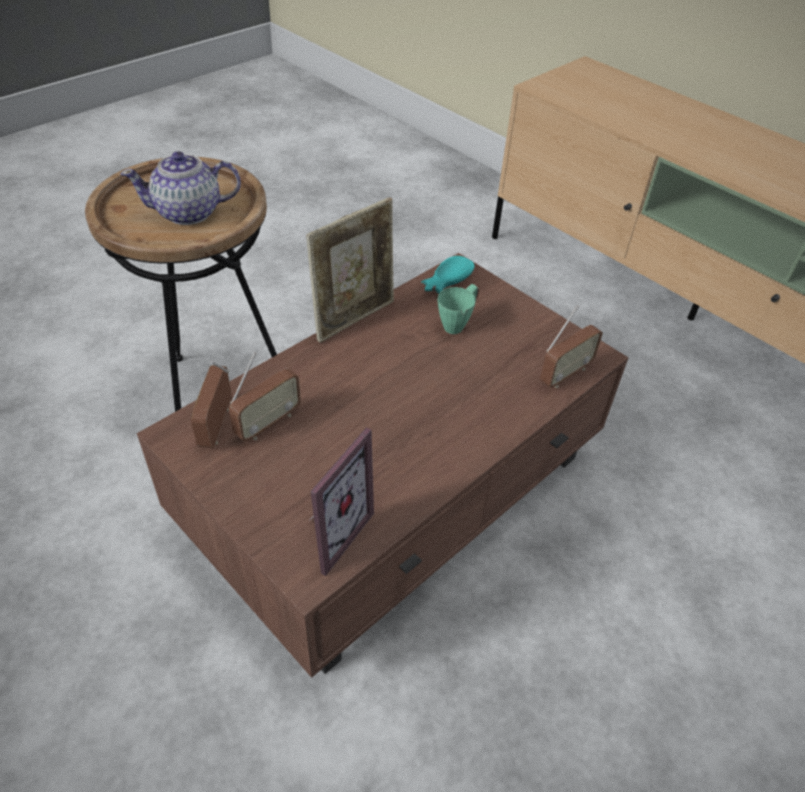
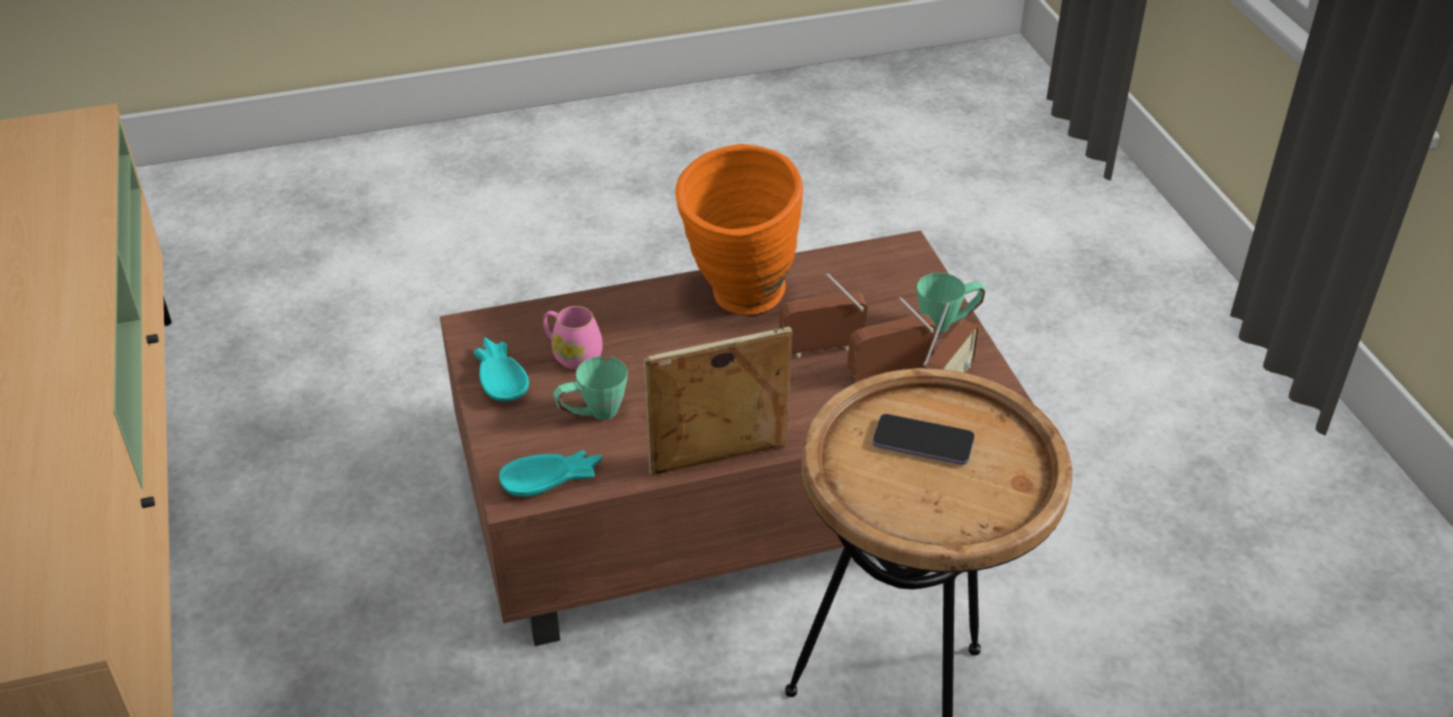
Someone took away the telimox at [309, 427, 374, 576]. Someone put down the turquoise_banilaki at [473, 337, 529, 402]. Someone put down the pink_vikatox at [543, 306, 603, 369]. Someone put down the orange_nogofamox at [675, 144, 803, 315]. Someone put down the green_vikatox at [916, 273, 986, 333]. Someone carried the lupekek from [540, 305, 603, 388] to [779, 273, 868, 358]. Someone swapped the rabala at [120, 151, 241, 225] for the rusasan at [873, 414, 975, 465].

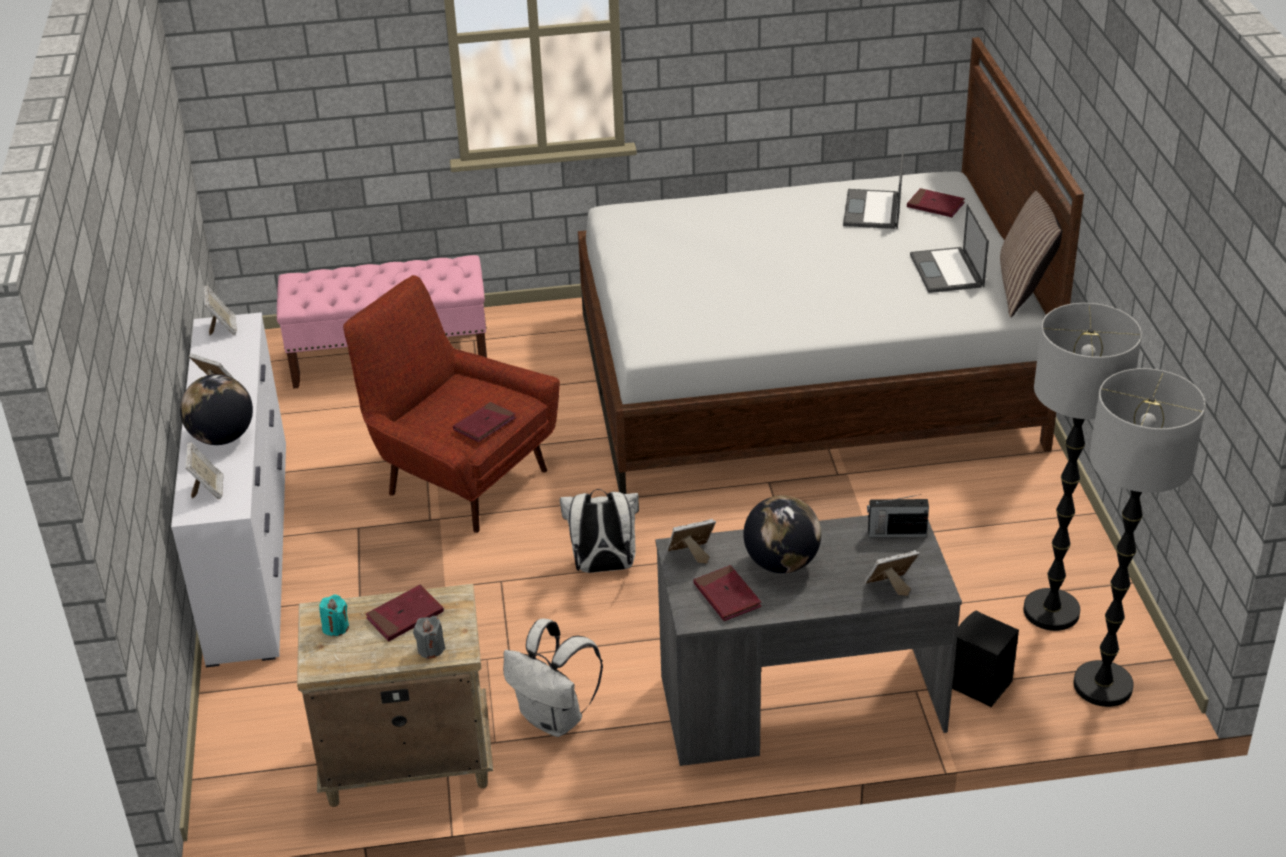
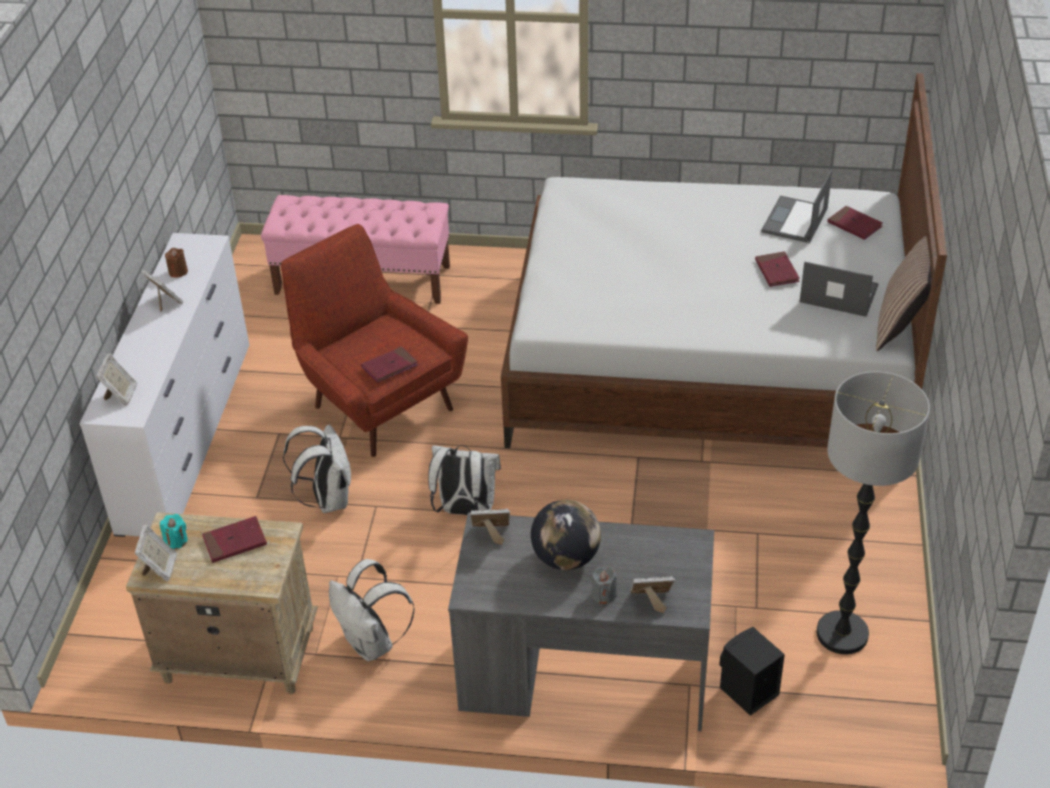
Someone took away the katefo at [180, 374, 253, 445]. Someone took away the lupekek at [867, 494, 929, 537]. Someone took away the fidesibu at [1074, 368, 1206, 707]. Someone put down the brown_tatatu at [165, 248, 188, 278]. Someone put down the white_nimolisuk at [283, 424, 351, 513]. Someone carried the telimox from [203, 285, 237, 336] to [135, 524, 177, 581]. Someone carried the grey_tatatu from [413, 616, 445, 659] to [591, 567, 617, 604]. Someone carried the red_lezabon from [693, 565, 762, 621] to [755, 251, 800, 287]. Someone rotated the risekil at [910, 204, 989, 293] by 105 degrees clockwise.

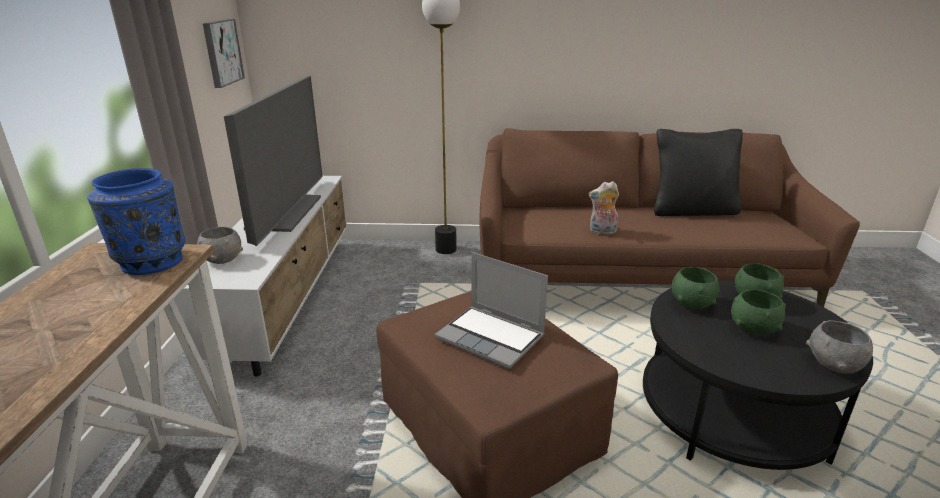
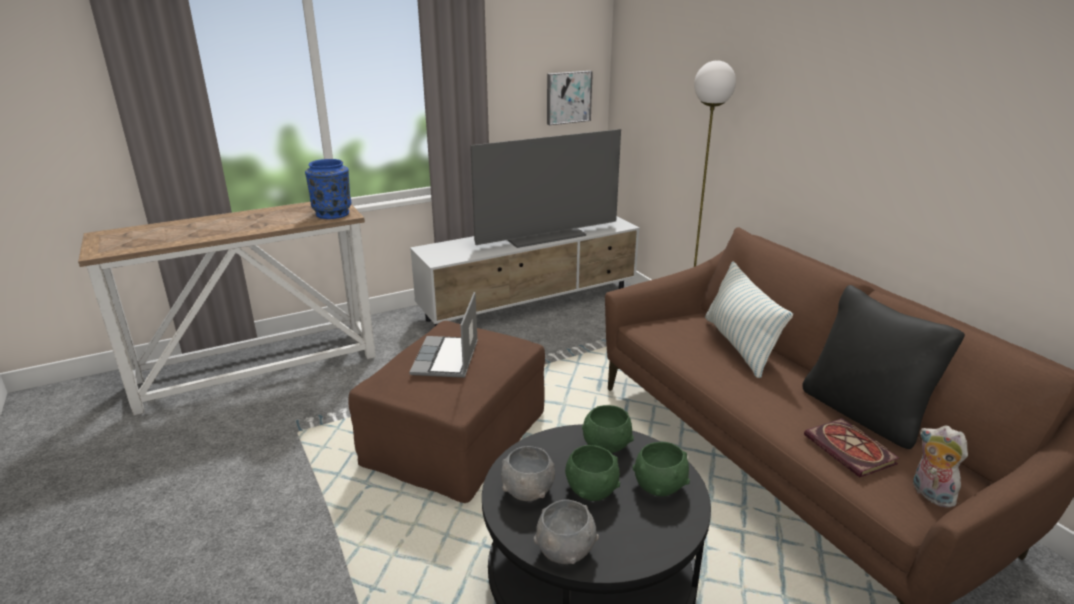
Someone put down the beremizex at [705, 261, 793, 378]. Someone put down the lezabon at [804, 418, 899, 477]. Someone carried the grey_banilaki from [197, 227, 243, 264] to [501, 446, 555, 501]. Someone carried the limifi from [589, 181, 619, 234] to [913, 426, 968, 508].

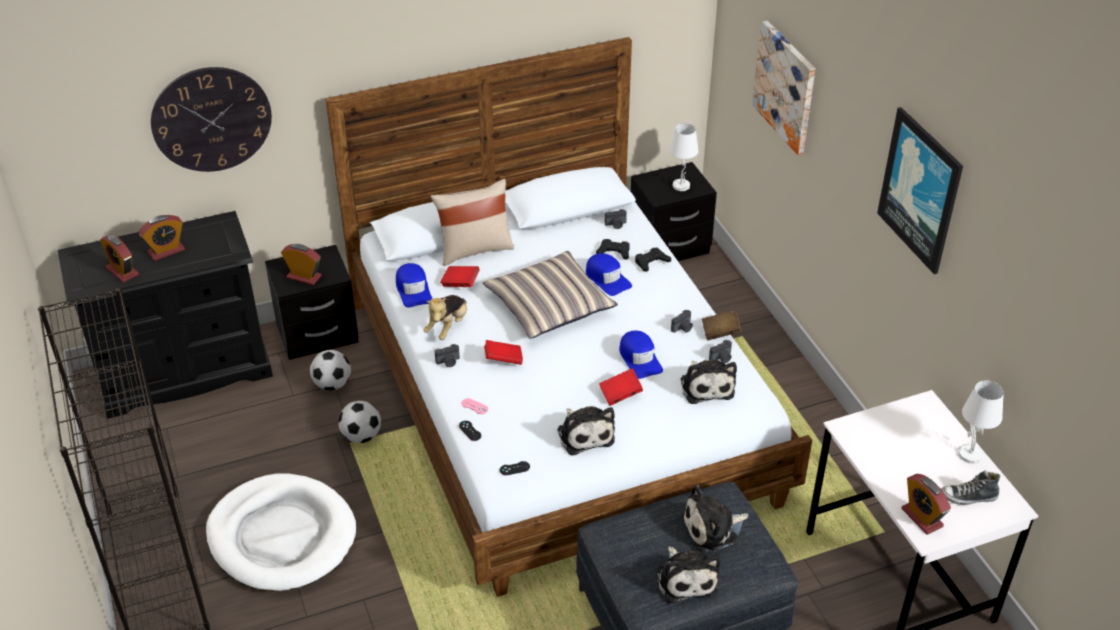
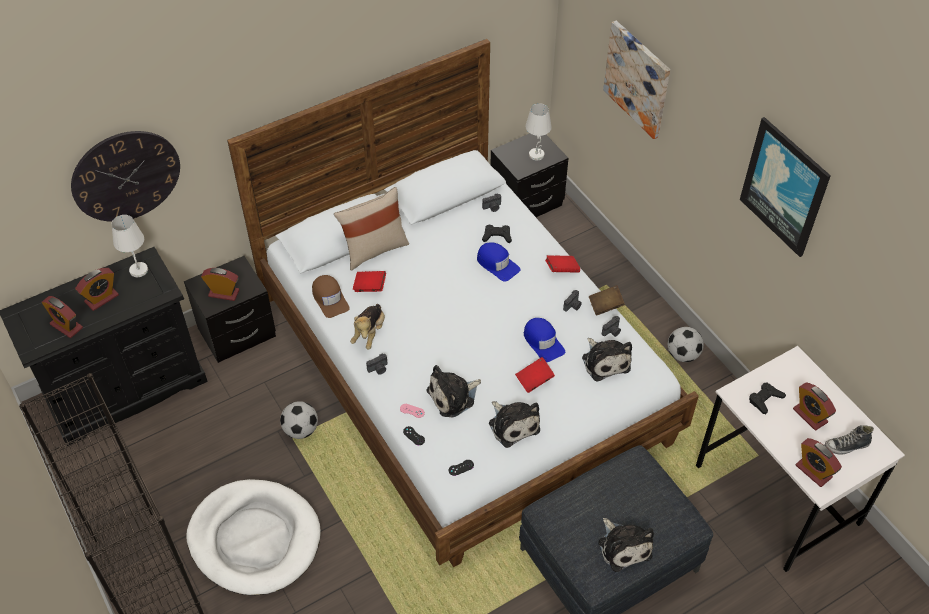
Someone took away the beremizex at [483, 251, 618, 339]. Someone put down the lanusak at [793, 382, 836, 430]. Someone carried the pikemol from [310, 350, 351, 391] to [668, 327, 704, 362]. Someone carried the red_lezabon from [484, 340, 523, 365] to [545, 255, 580, 273]. Someone carried the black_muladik from [635, 248, 671, 272] to [749, 383, 786, 414]. Someone carried the limifi from [681, 485, 749, 552] to [426, 365, 481, 417]. Someone carried the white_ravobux from [958, 380, 1004, 463] to [112, 215, 148, 277]. Someone repainted the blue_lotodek at [396, 263, 432, 308], which became the brown_lotodek at [312, 275, 350, 318].

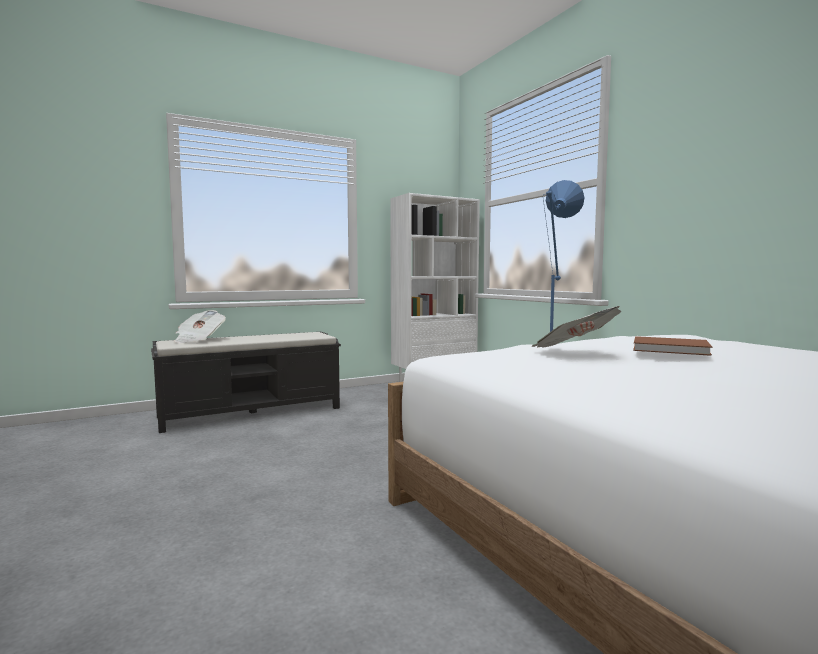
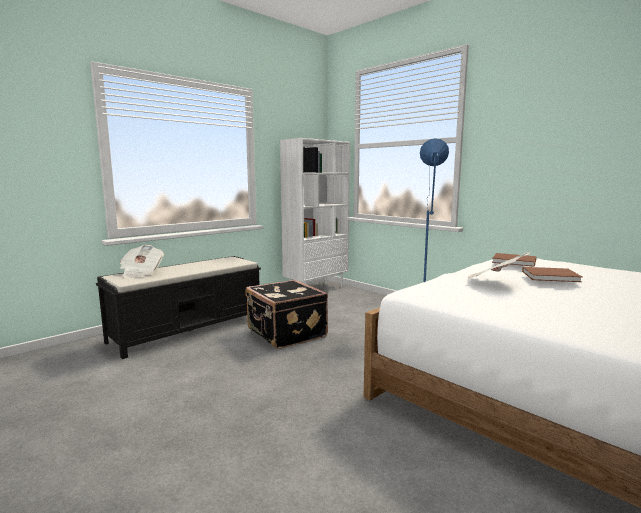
Someone put down the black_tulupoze at [246, 280, 328, 349]. Someone put down the brown_lezabon at [492, 253, 537, 267].

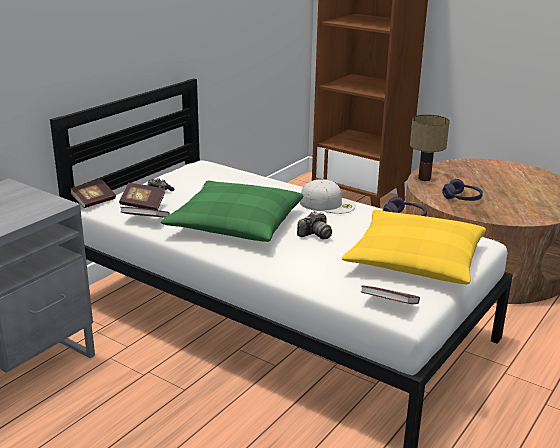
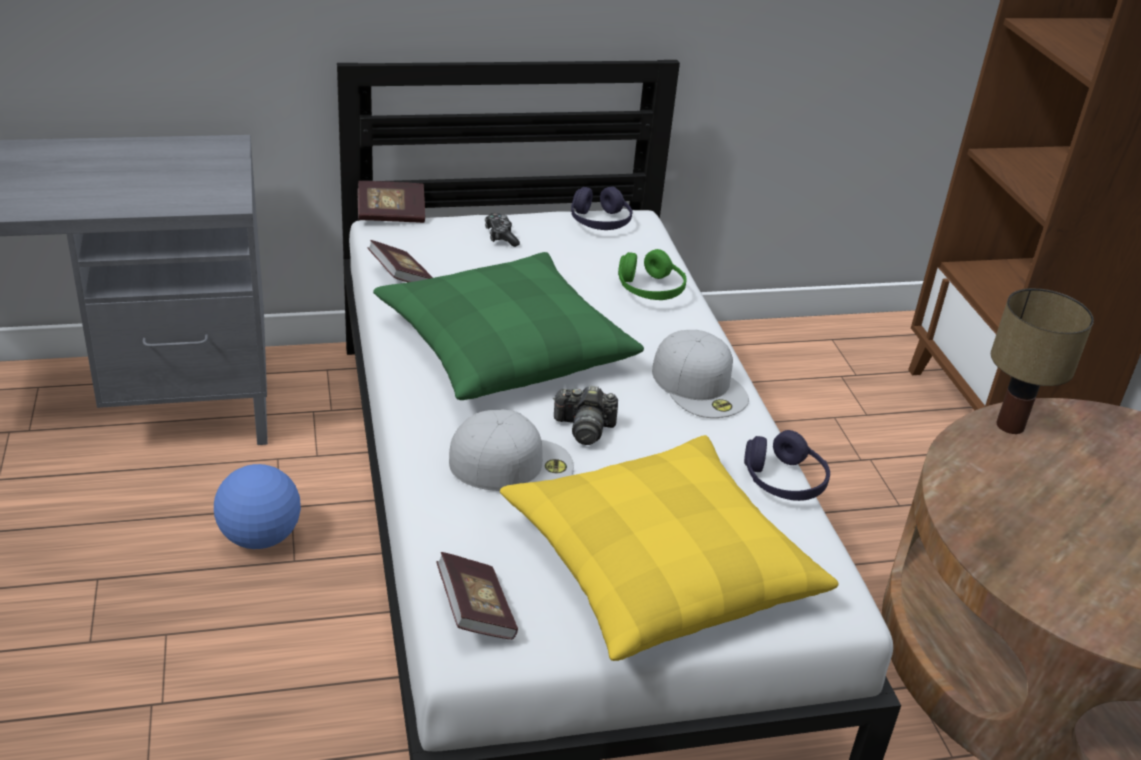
Someone took away the lezabon at [119, 183, 165, 210]. Someone put down the pikemol at [214, 464, 301, 549]. Someone put down the white_lotodek at [449, 409, 574, 491]. Someone put down the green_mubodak at [618, 249, 687, 300]. Someone carried the purple_mubodak from [442, 179, 483, 201] to [571, 186, 633, 230].

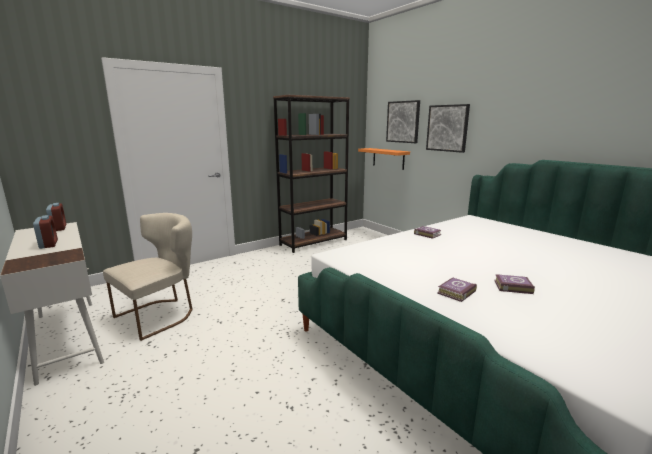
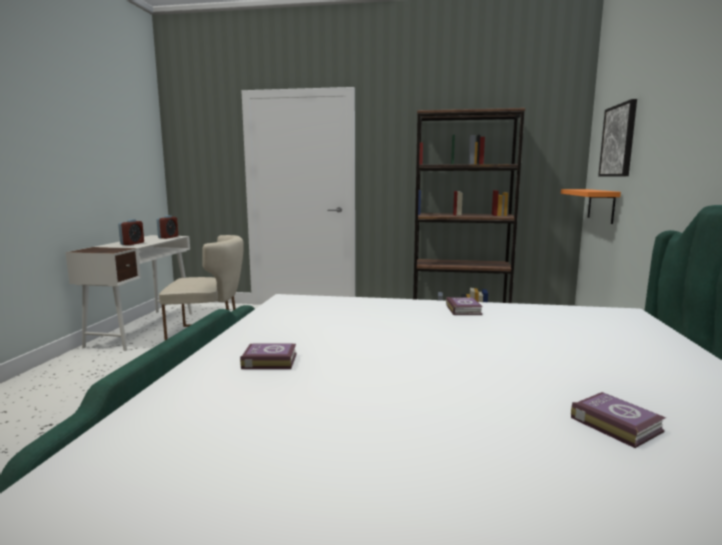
Someone took away the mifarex at [426, 104, 470, 153]. Someone carried the lezabon from [494, 274, 535, 294] to [571, 392, 666, 448].

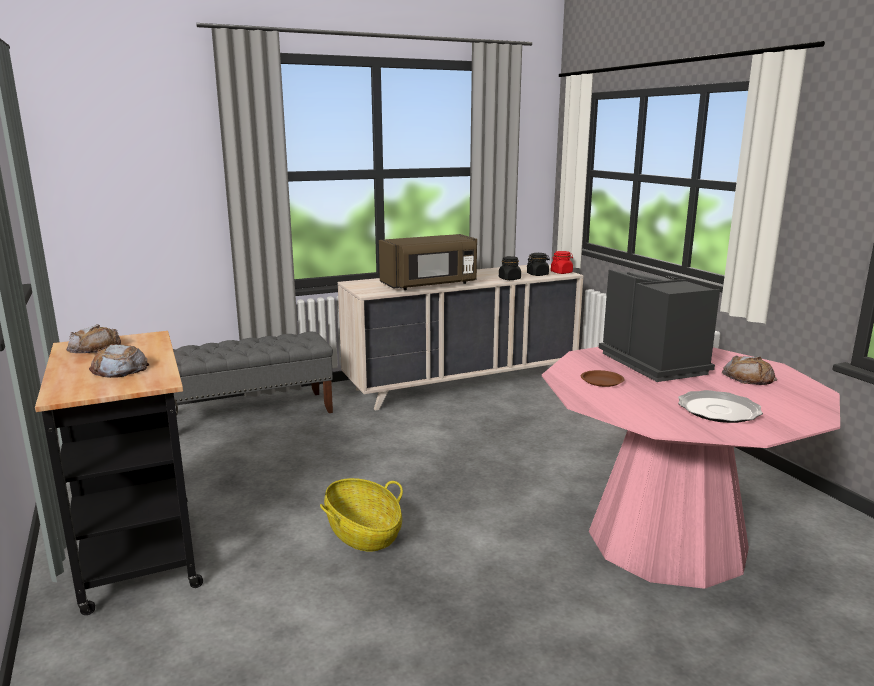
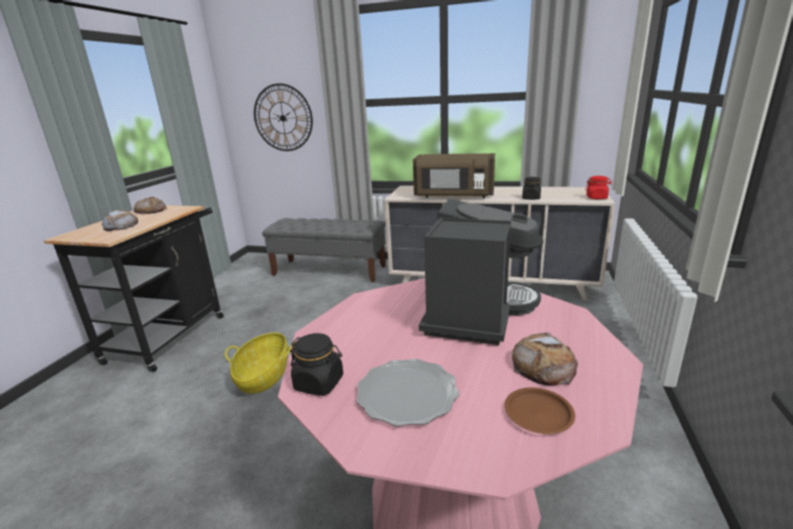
Someone put up the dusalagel at [254, 83, 313, 151]. Someone carried the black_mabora from [527, 253, 550, 276] to [290, 333, 343, 396]. Someone carried the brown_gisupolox from [581, 370, 625, 387] to [504, 388, 575, 434].

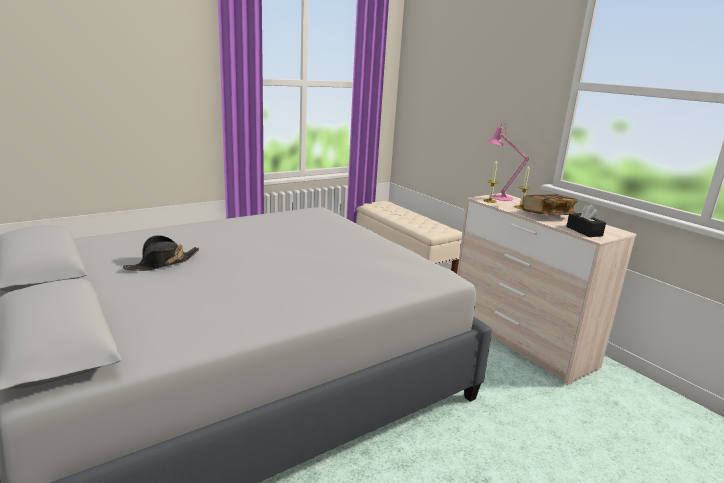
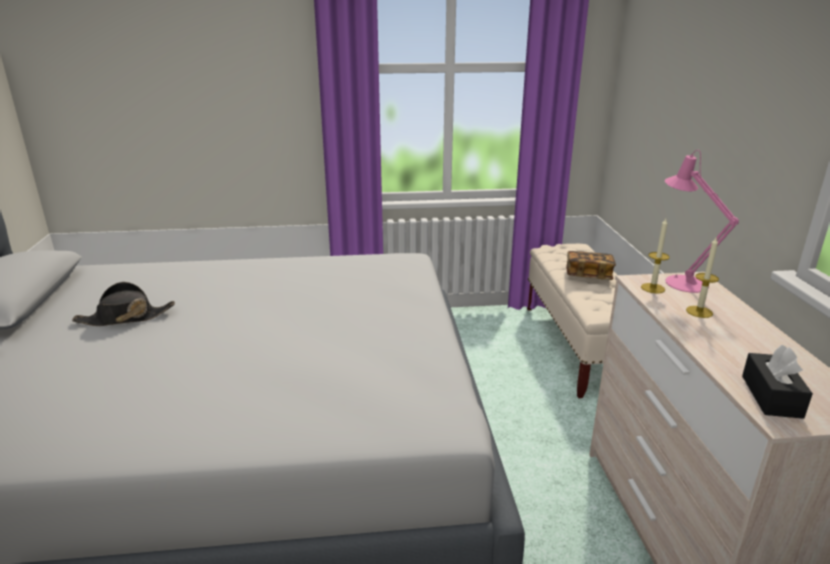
Someone carried the lezabon from [522, 194, 578, 215] to [566, 251, 616, 280].

